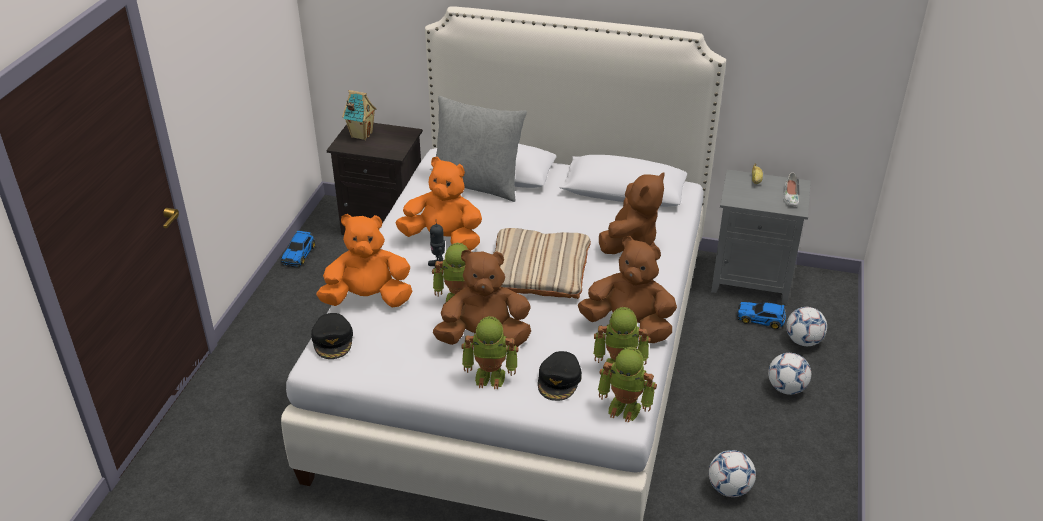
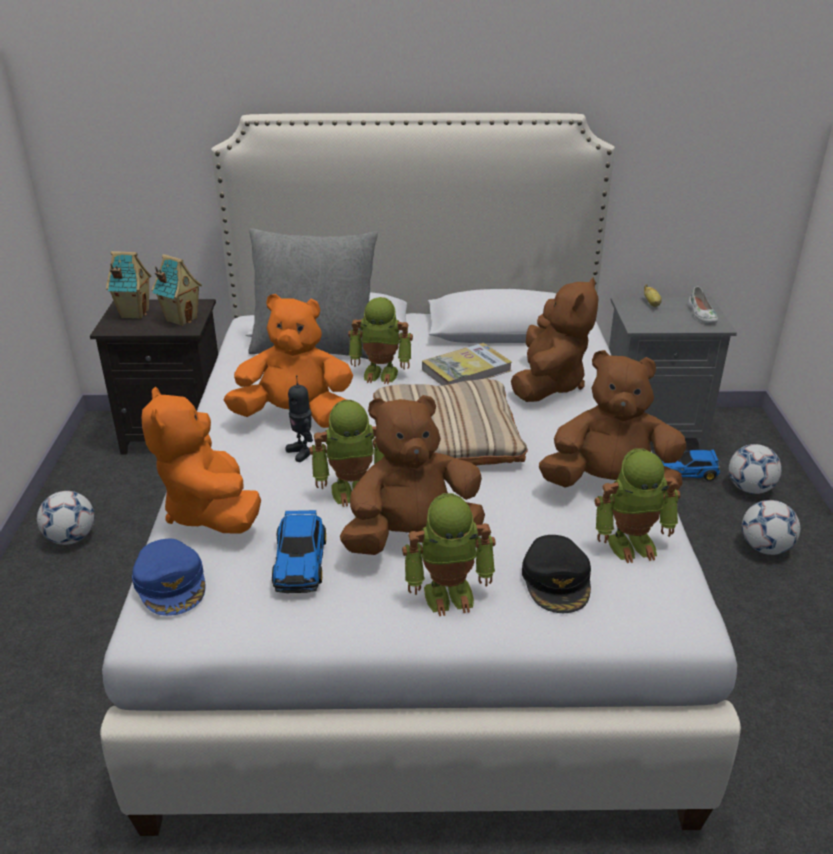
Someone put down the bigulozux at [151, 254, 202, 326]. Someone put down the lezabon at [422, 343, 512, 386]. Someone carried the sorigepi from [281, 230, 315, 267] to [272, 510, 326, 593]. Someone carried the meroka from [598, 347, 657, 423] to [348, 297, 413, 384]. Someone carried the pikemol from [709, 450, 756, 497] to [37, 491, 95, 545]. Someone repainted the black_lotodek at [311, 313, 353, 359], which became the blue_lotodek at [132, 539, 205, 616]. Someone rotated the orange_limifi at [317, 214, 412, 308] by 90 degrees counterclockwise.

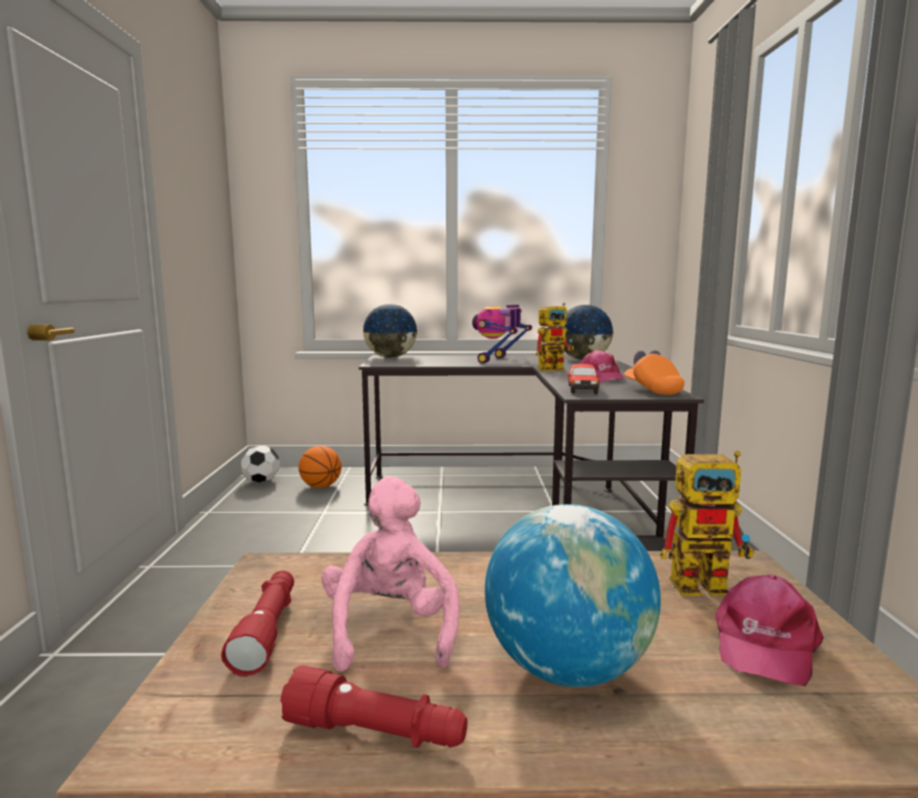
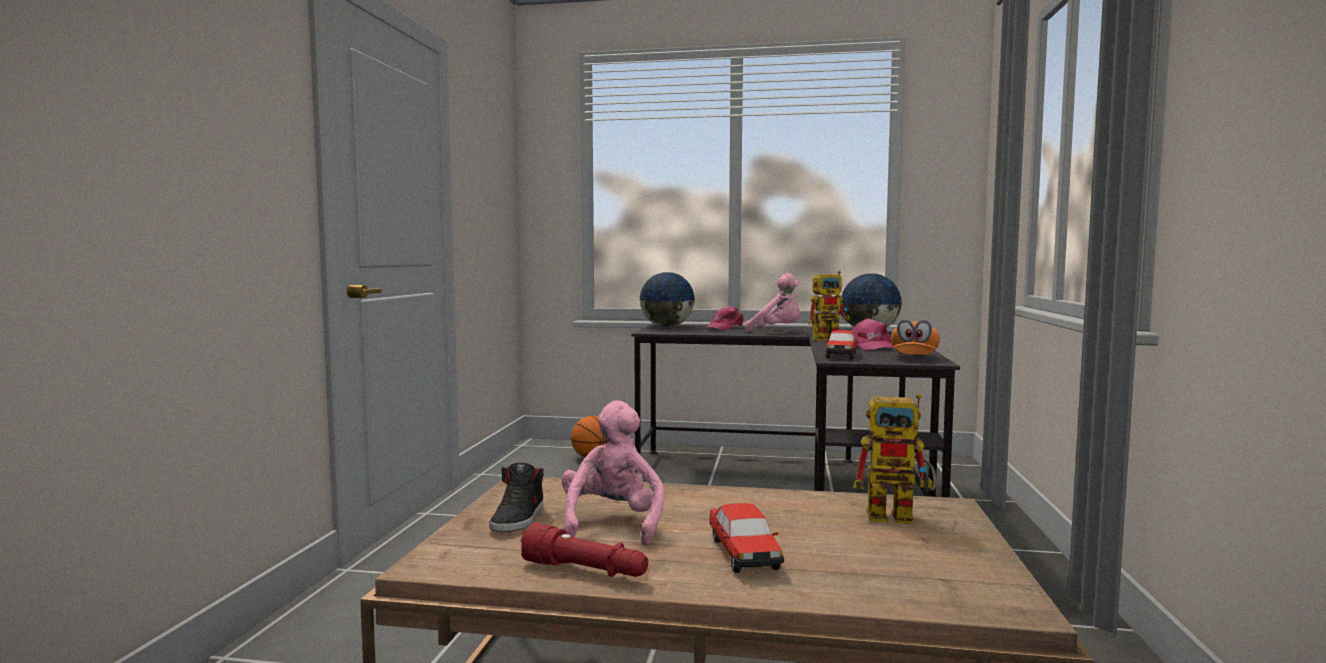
Someone took away the pikemol at [241, 445, 280, 483]. Someone carried the pink_lotodek from [715, 574, 824, 686] to [704, 306, 743, 330]. Someone swapped the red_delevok at [221, 571, 294, 677] for the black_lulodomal at [489, 462, 544, 532]. Someone swapped the meroka at [472, 305, 532, 364] for the pink_limifi at [745, 273, 800, 332]. Someone swapped the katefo at [485, 504, 661, 687] for the sorigepi at [709, 503, 784, 573]. Someone rotated the orange_lotodek at [624, 350, 685, 395] by 150 degrees counterclockwise.

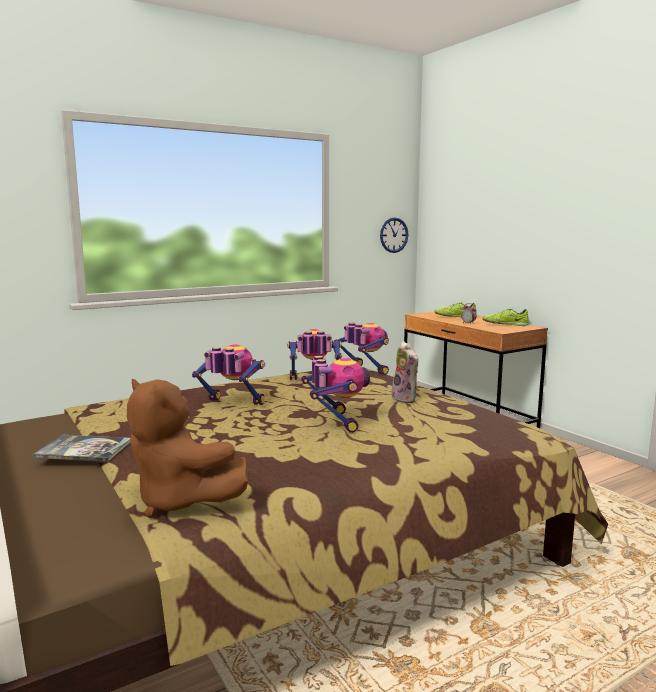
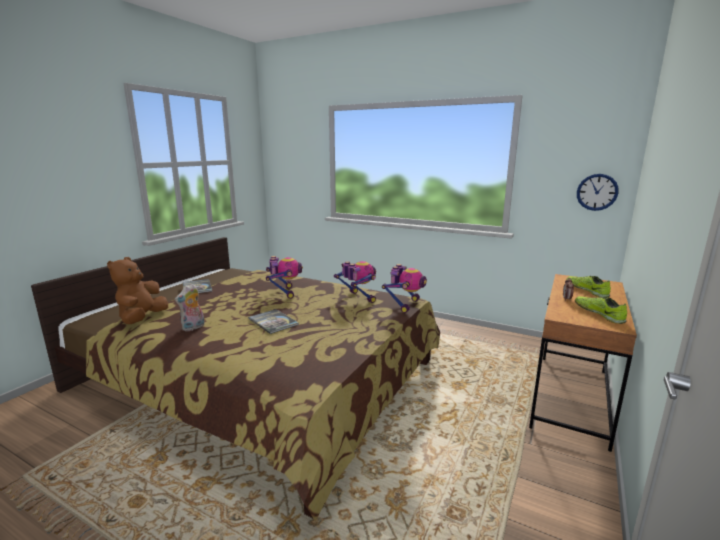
Someone carried the limifi from [392, 341, 418, 403] to [175, 283, 204, 332]. Someone swapped the meroka at [301, 356, 370, 433] for the lezabon at [248, 309, 299, 334].

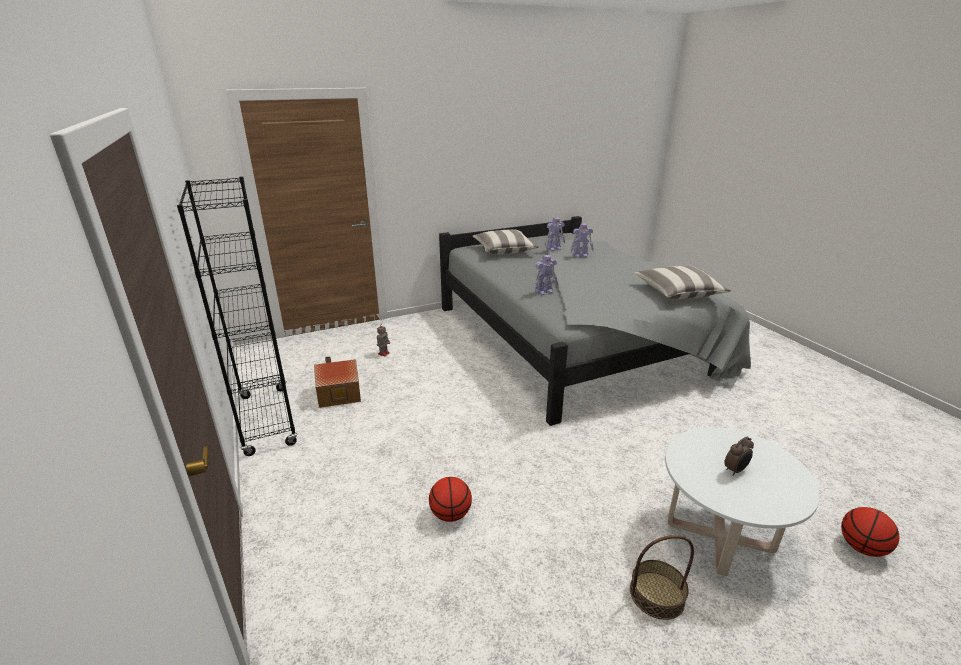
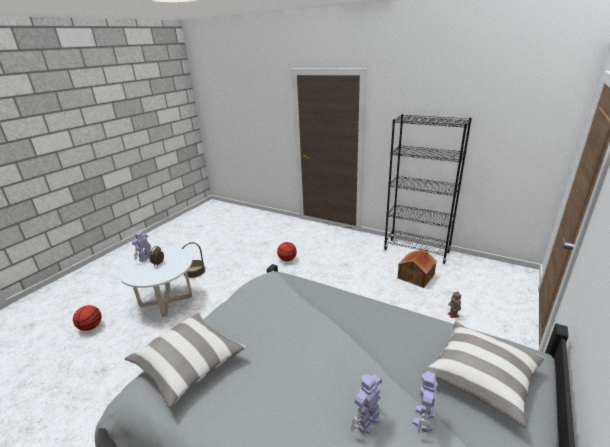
Someone carried the meroka from [534, 255, 558, 295] to [132, 232, 151, 262].

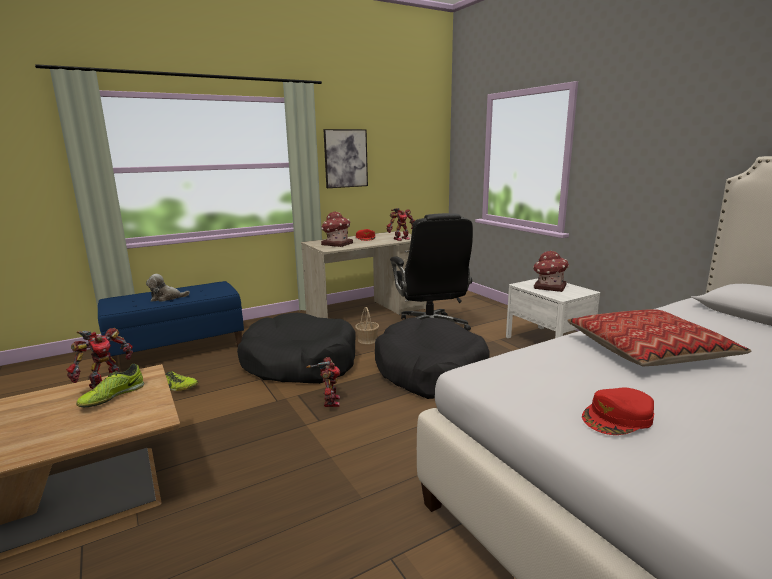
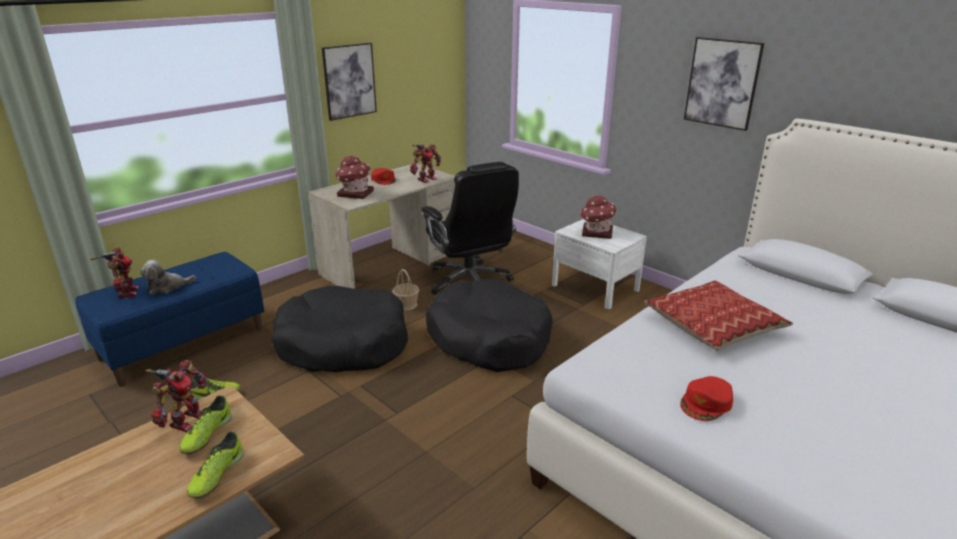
Someone put down the lulodomal at [187, 431, 244, 499]. Someone put up the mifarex at [684, 37, 764, 131]. Someone carried the meroka from [306, 357, 340, 407] to [90, 247, 139, 298].

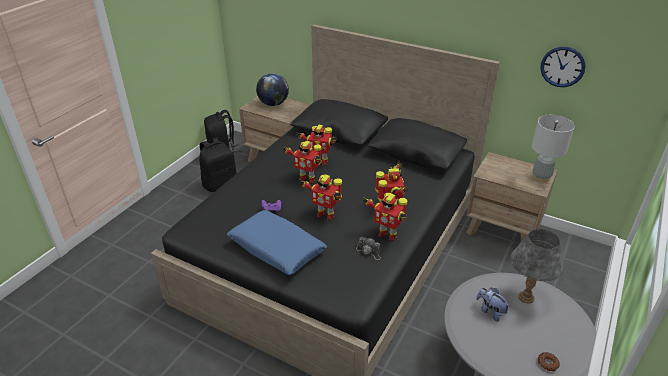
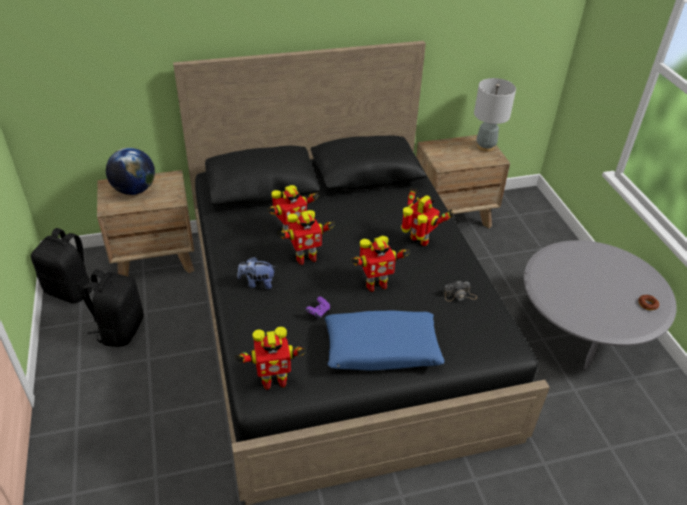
Someone took away the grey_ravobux at [510, 229, 564, 303]. Someone took away the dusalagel at [540, 47, 585, 87]. Someone carried the meroka from [363, 193, 407, 241] to [234, 327, 306, 390]. Someone carried the limifi from [476, 288, 510, 322] to [237, 257, 276, 289].

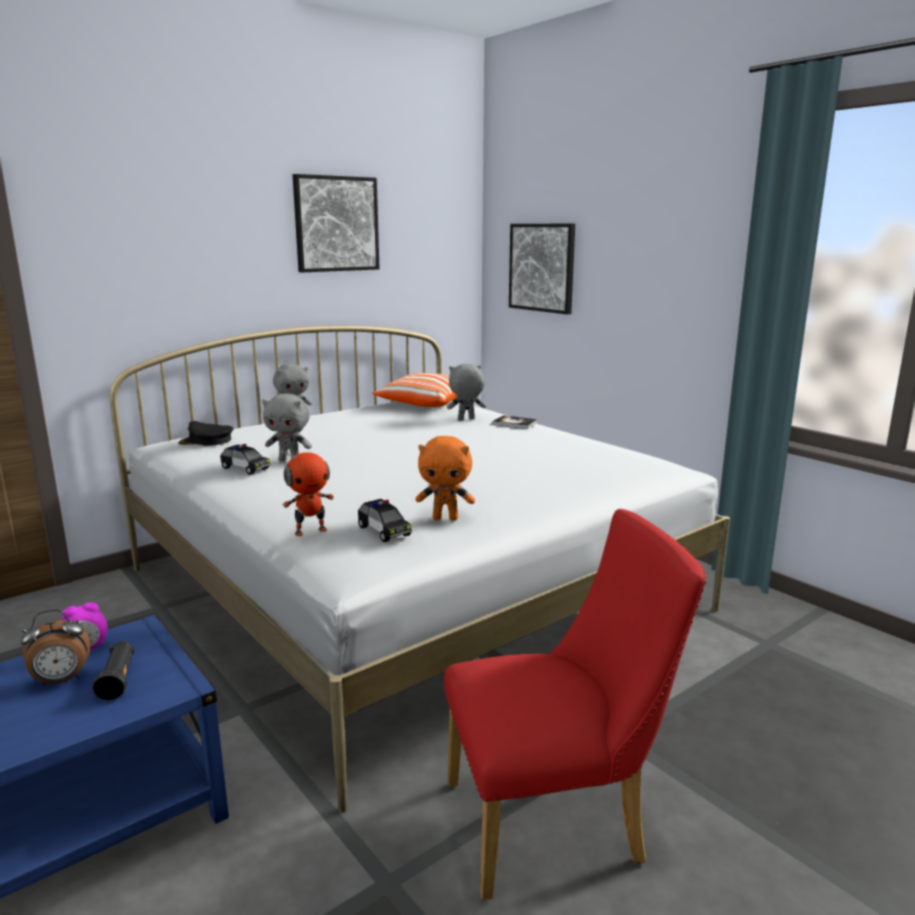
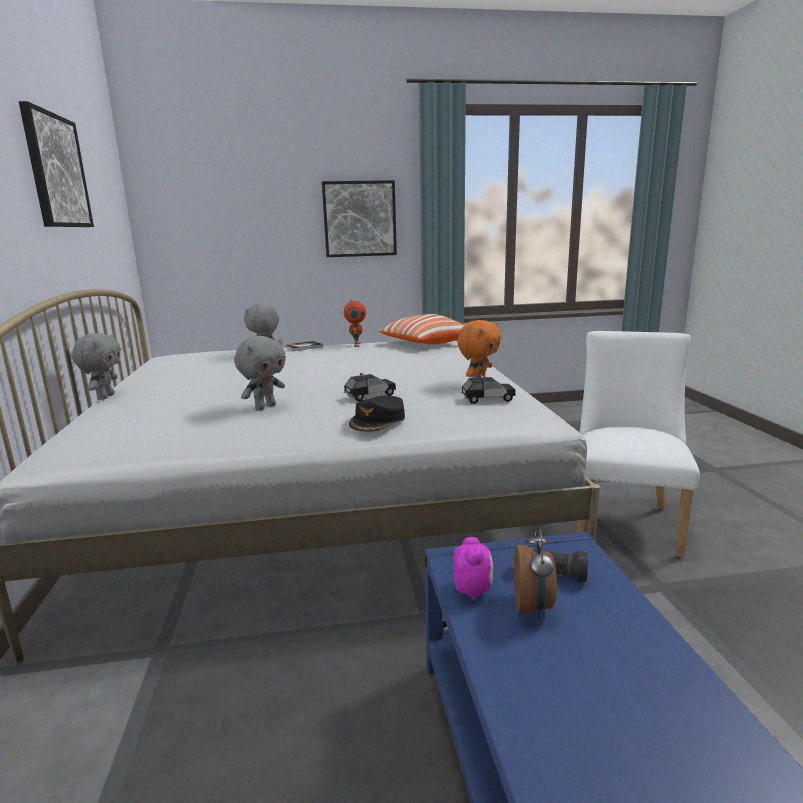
Someone carried the black_lotodek from [179, 421, 233, 446] to [349, 396, 405, 432]. Someone carried the sorigepi from [220, 444, 270, 475] to [344, 373, 396, 401]. Someone carried the meroka from [281, 448, 334, 536] to [344, 299, 366, 347]. Someone carried the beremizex from [372, 373, 458, 407] to [378, 314, 465, 344]. Someone carried the mifarex from [509, 224, 575, 314] to [322, 180, 397, 257]. Someone repainted the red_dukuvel at [444, 509, 706, 900], which became the white_dukuvel at [577, 331, 700, 558].

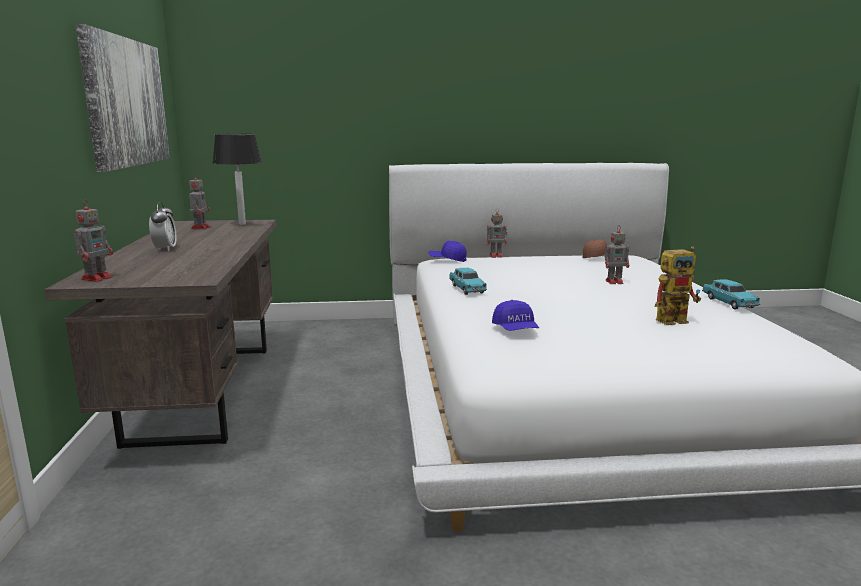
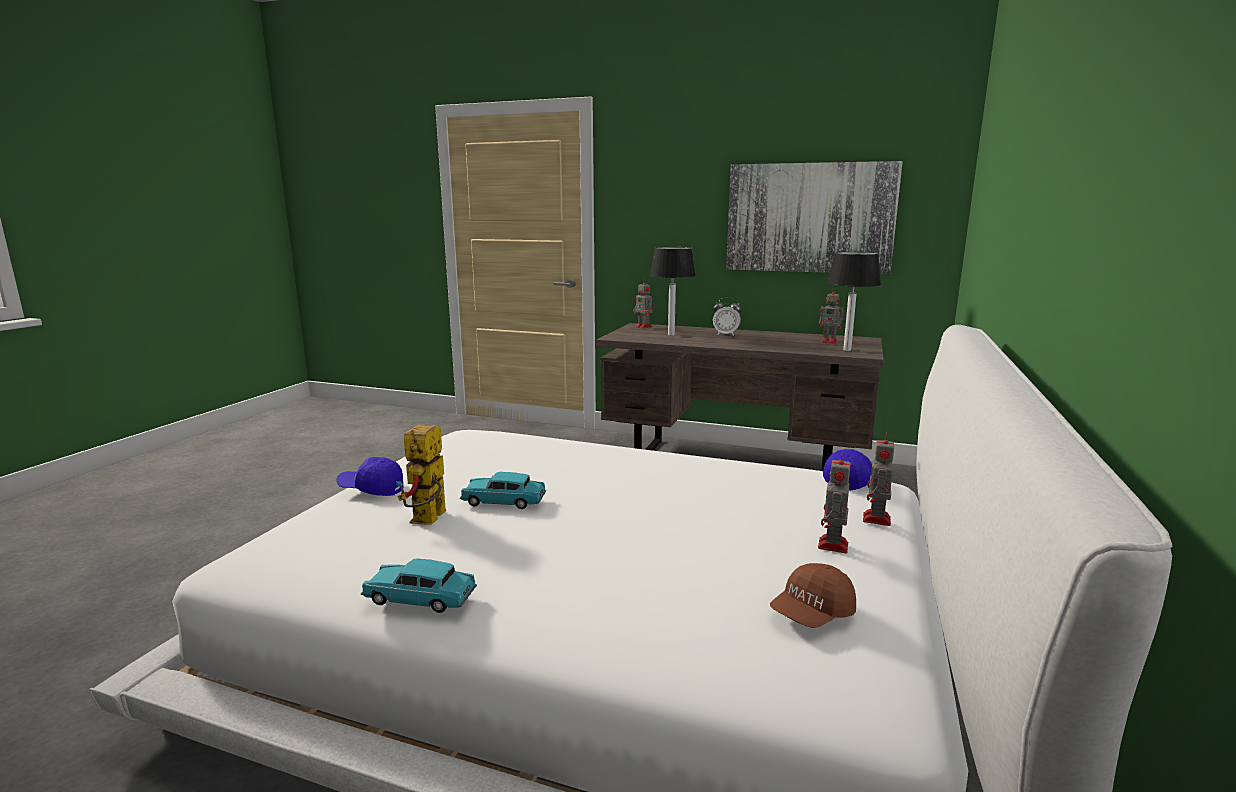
Someone put down the ravobux at [650, 247, 696, 336]. Someone carried the turquoise_sorigepi from [449, 268, 487, 295] to [460, 472, 546, 509]. Someone carried the blue_lotodek from [492, 300, 539, 331] to [336, 457, 403, 496]. Someone carried the meroka from [605, 225, 629, 284] to [818, 451, 851, 553].

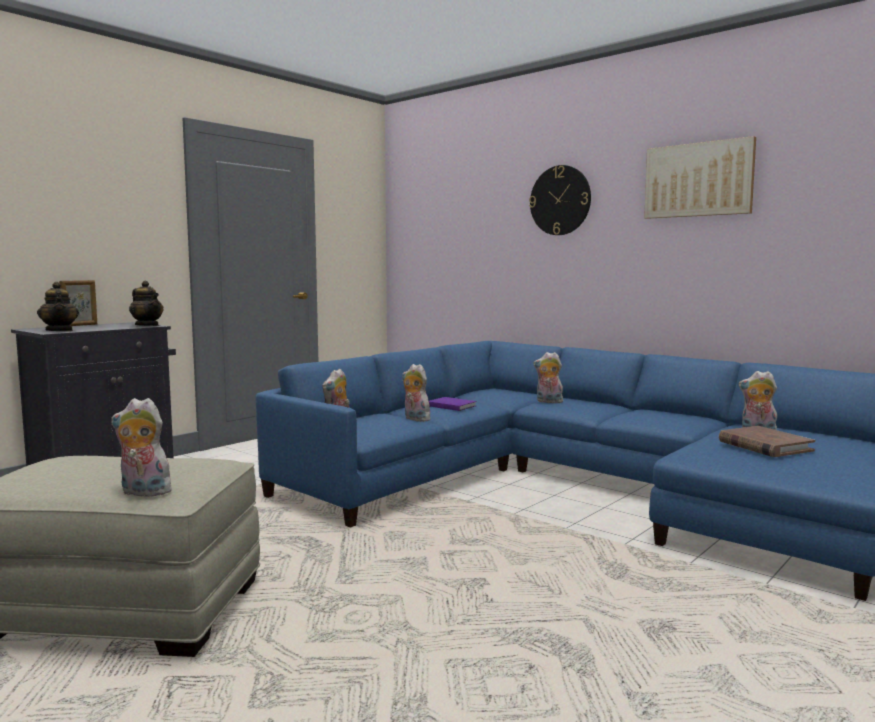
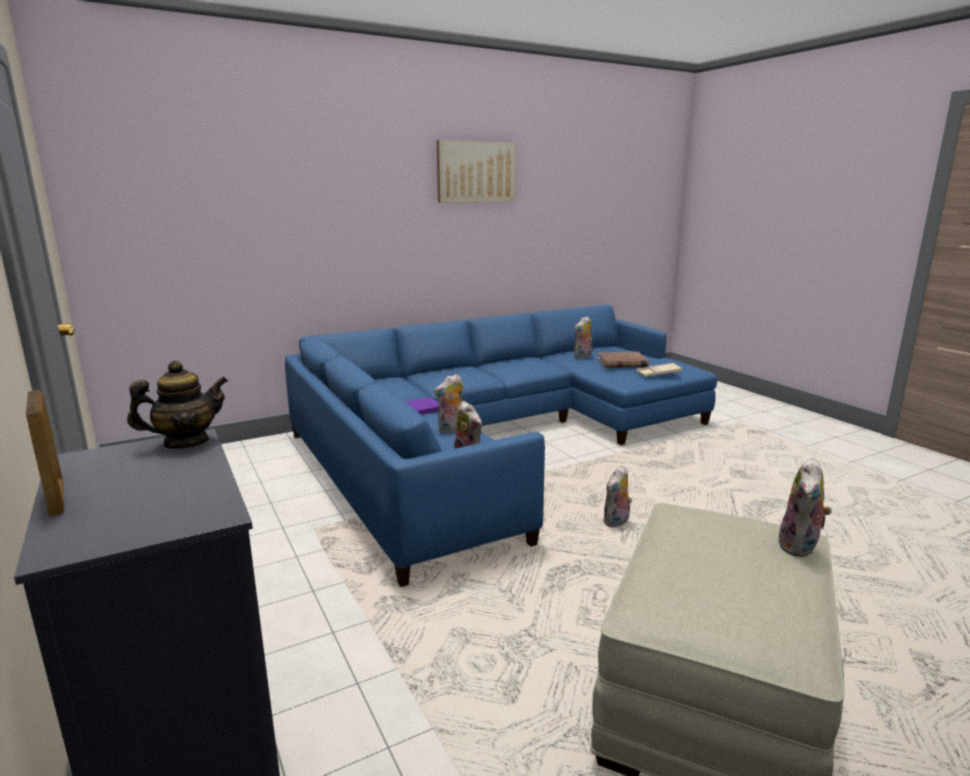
Someone took away the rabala at [37, 282, 79, 331]. Someone took away the dusalagel at [529, 165, 591, 235]. Someone put down the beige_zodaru at [636, 363, 683, 377]. Someone carried the limifi from [533, 352, 563, 403] to [604, 465, 632, 527].

